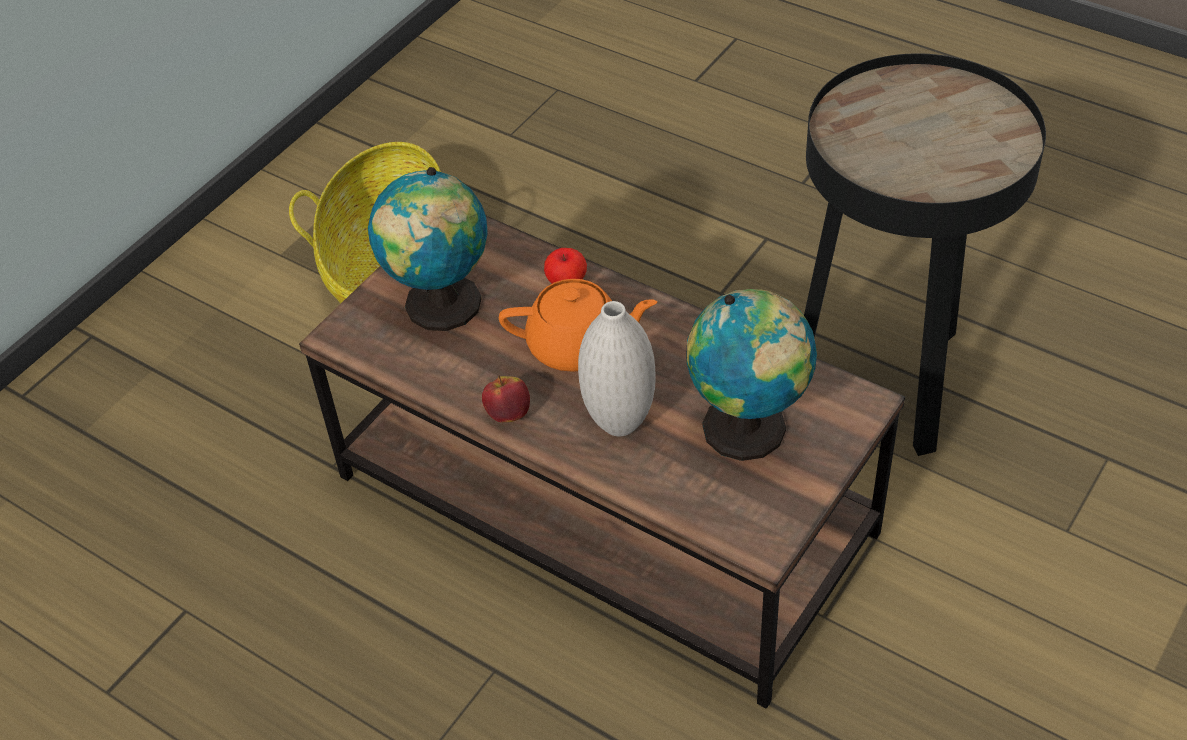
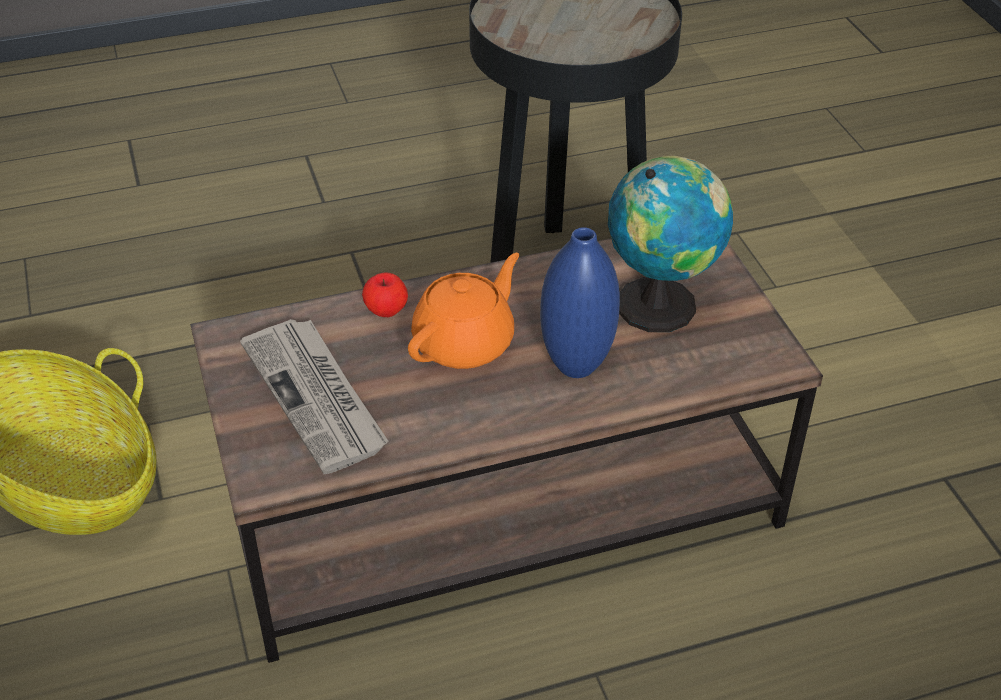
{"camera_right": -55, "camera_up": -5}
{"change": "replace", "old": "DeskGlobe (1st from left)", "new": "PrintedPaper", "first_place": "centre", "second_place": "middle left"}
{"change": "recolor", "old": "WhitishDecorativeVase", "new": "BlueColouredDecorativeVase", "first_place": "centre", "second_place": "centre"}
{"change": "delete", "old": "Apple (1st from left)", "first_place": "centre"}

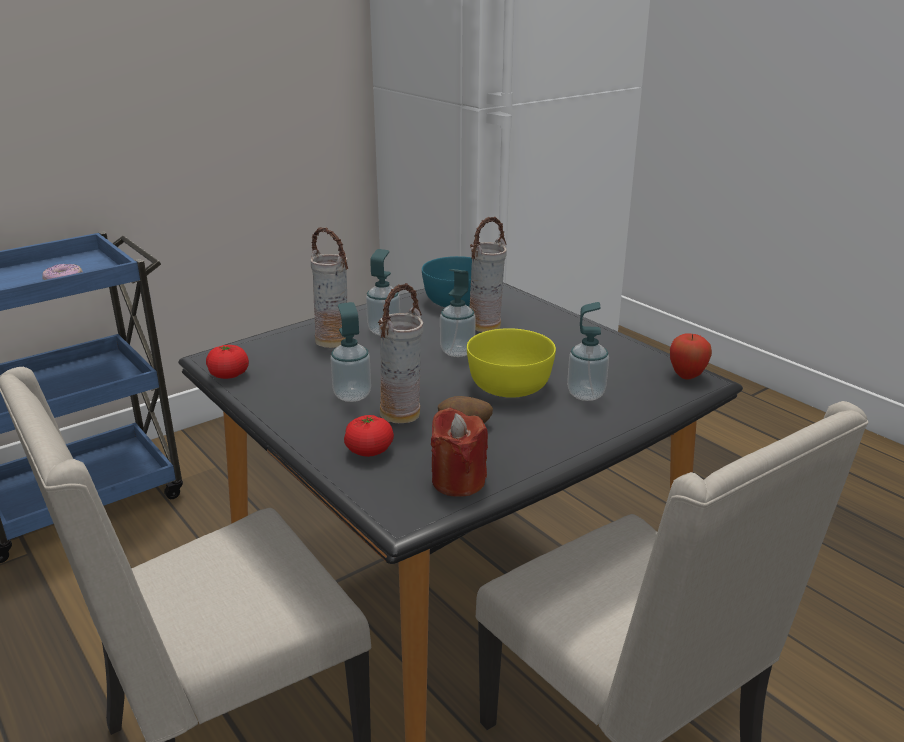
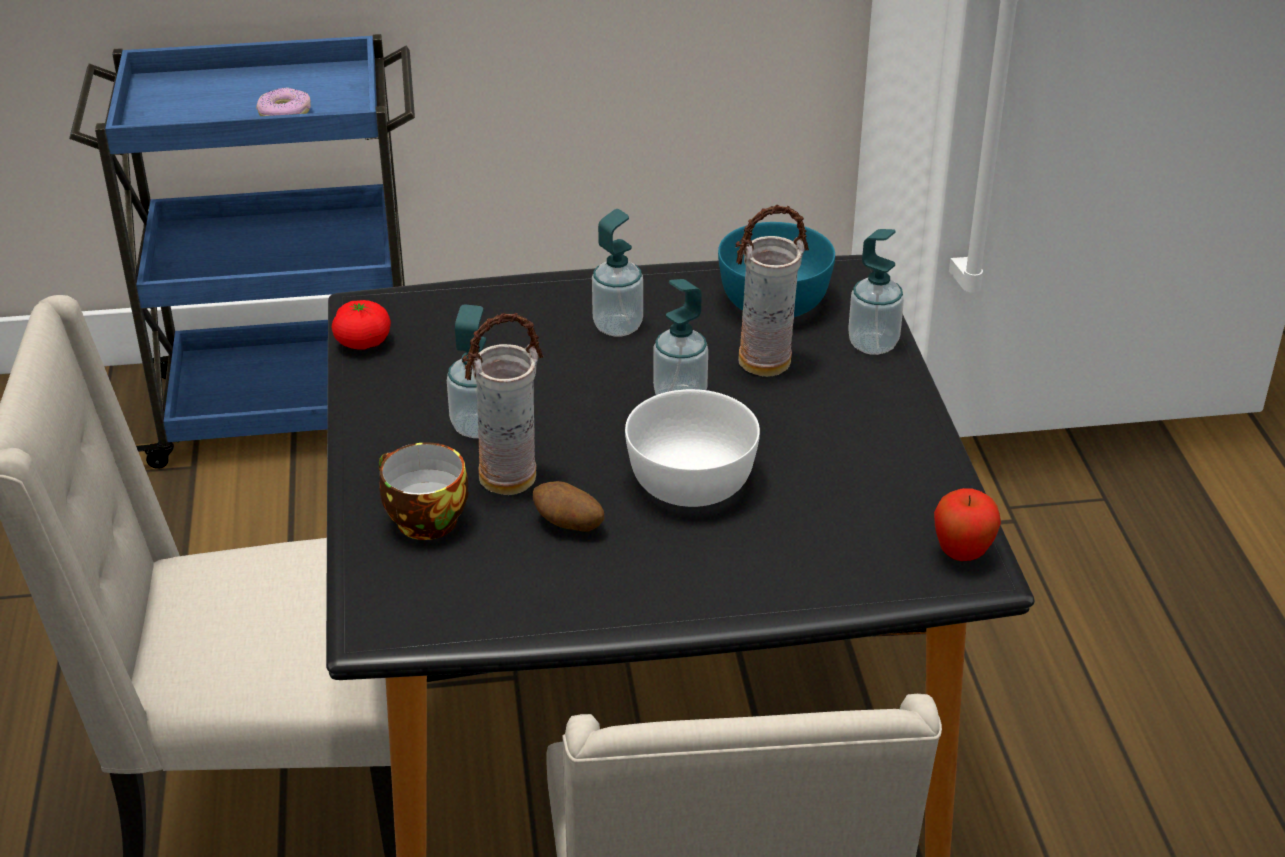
{"camera_right": 30, "camera_up": 10}
{"change": "replace", "old": "Tomato (2nd from left)", "new": "SmallCup", "first_place": "centre", "second_place": "middle left"}
{"change": "recolor", "old": "YellowishBowl", "new": "WhitishBowl", "first_place": "centre", "second_place": "centre"}
{"change": "move", "old": "SoapBottle (4th from left)", "first_place": "centre", "second_place": "middle right"}
{"change": "delete", "old": "DecorativeVase (1st from left)", "first_place": "centre"}
{"change": "delete", "old": "RedColouredWaxCandle", "first_place": "centre"}

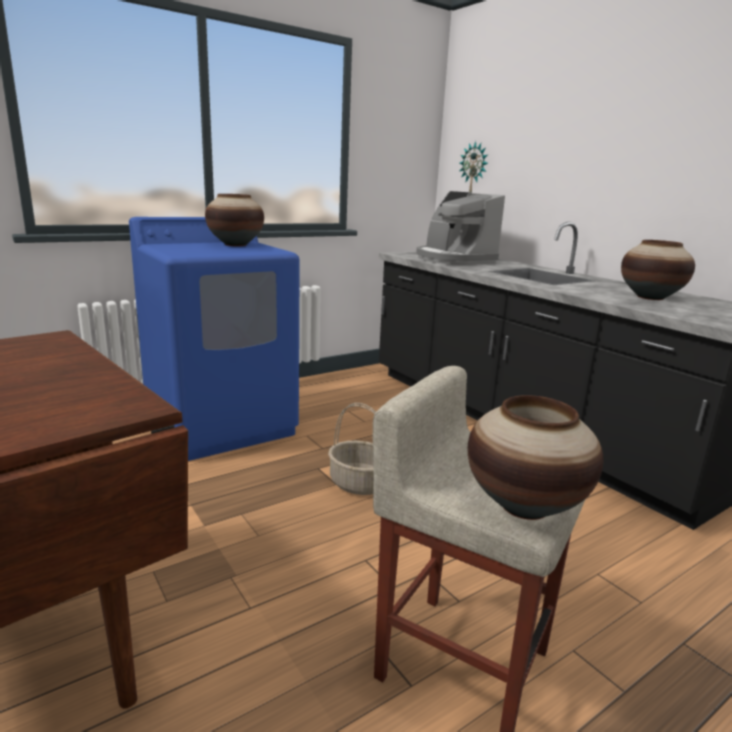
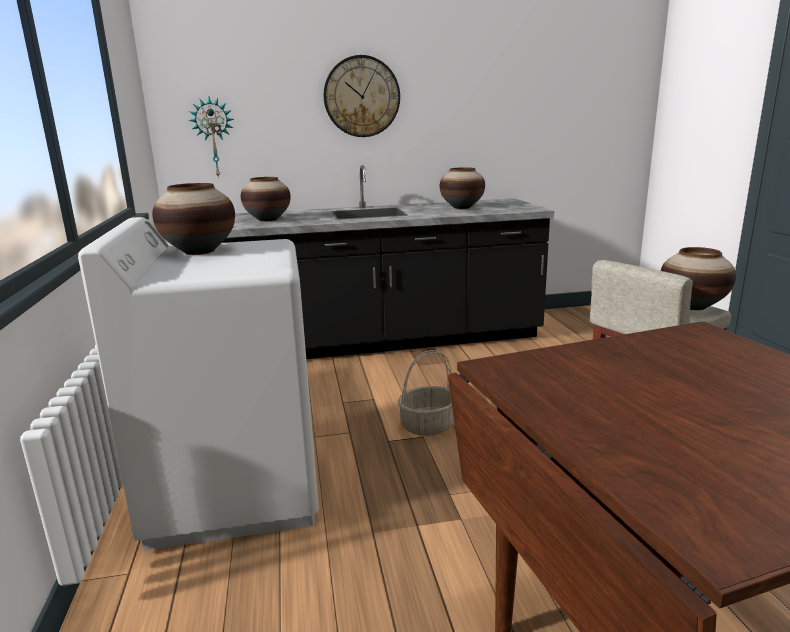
{"camera_right": -65, "camera_up": 0}
{"change": "recolor", "old": "BlueColouredWashingMachine", "new": "WhitishWashingMachine", "first_place": "middle left", "second_place": "middle left"}
{"change": "replace", "old": "CoffeeBrewer", "new": "DecorativeVase (2nd from left)", "first_place": "top centre", "second_place": "top centre"}
{"change": "insert", "new": "WallClock (2nd from left)", "second_place": "top centre"}

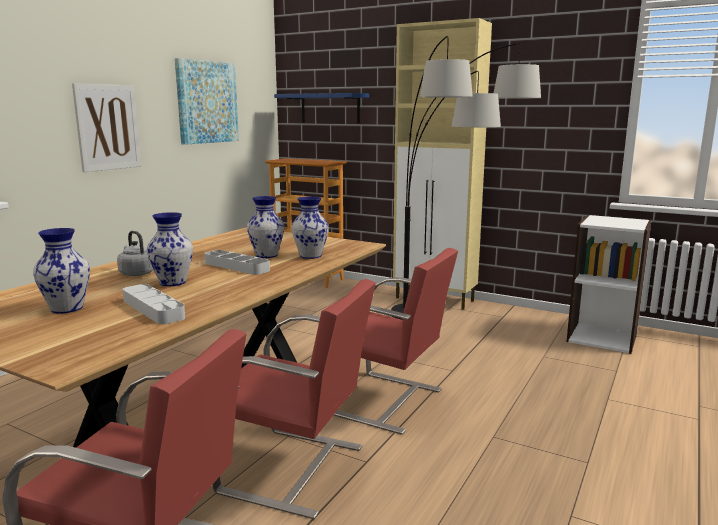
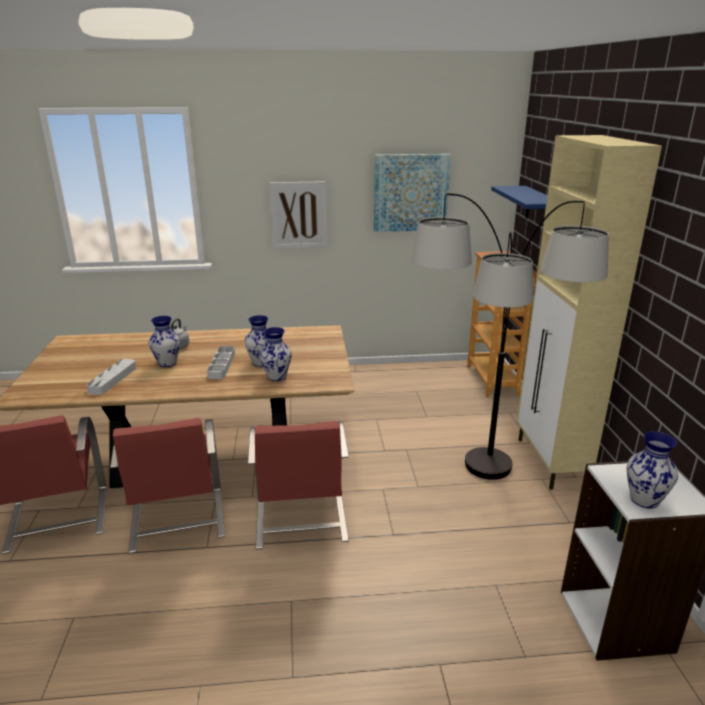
{"camera_right": 55, "camera_up": 10}
{"change": "move", "old": "DecorativeVase (1st from left in the first image)", "new": "DecorativeVase (4th from left)", "first_place": "middle left", "second_place": "bottom right"}

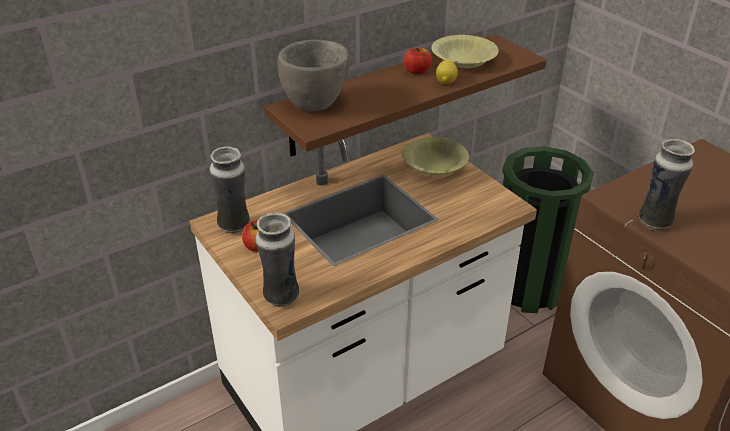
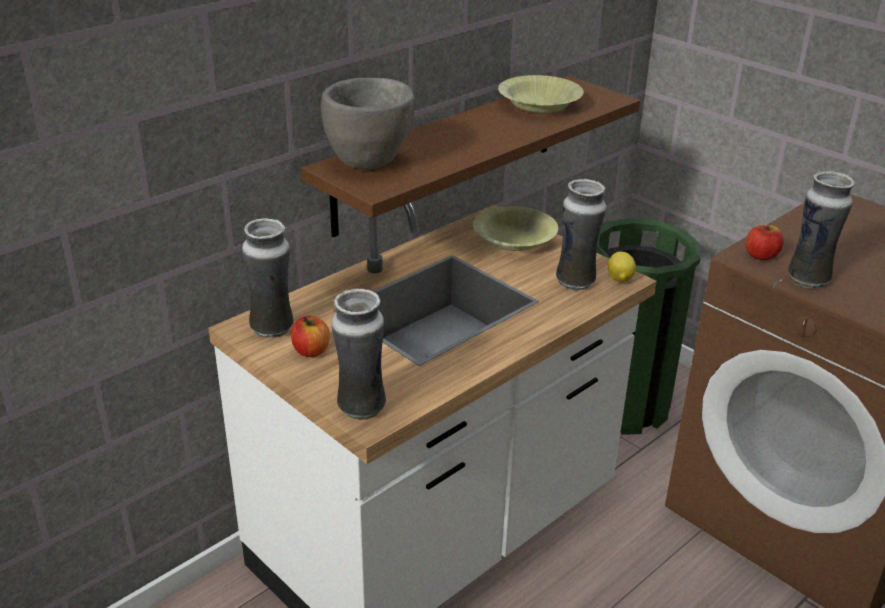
{"camera_right": -10, "camera_up": -5}
{"change": "insert", "new": "DecorativeVase (3rd from left)", "second_place": "centre"}
{"change": "move", "old": "Lemon", "first_place": "top centre", "second_place": "middle right"}
{"change": "move", "old": "Apple (2nd from left)", "first_place": "top centre", "second_place": "middle right"}

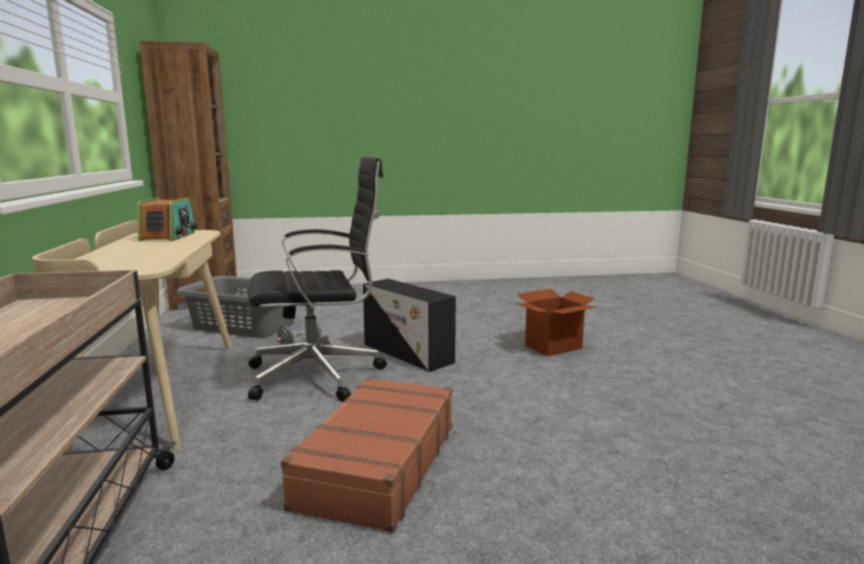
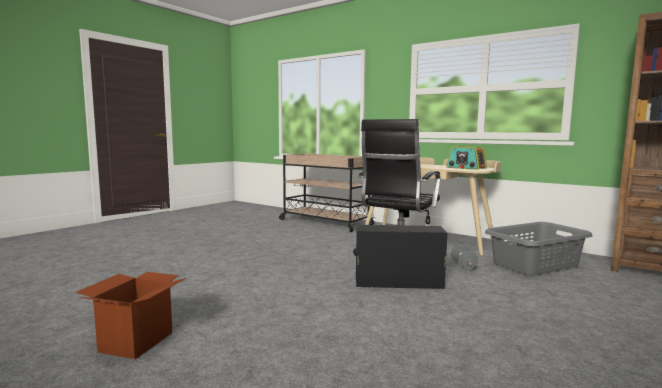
{"camera_right": 135, "camera_up": -5}
{"change": "move", "old": "CardboardBox", "first_place": "centre", "second_place": "bottom left"}
{"change": "delete", "old": "BrownishSuitcase", "first_place": "bottom centre"}

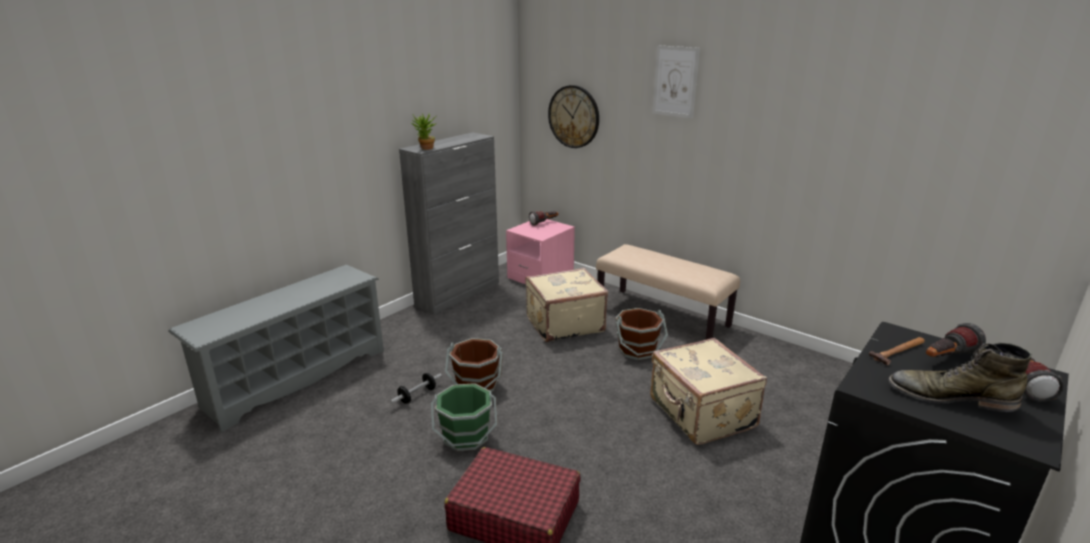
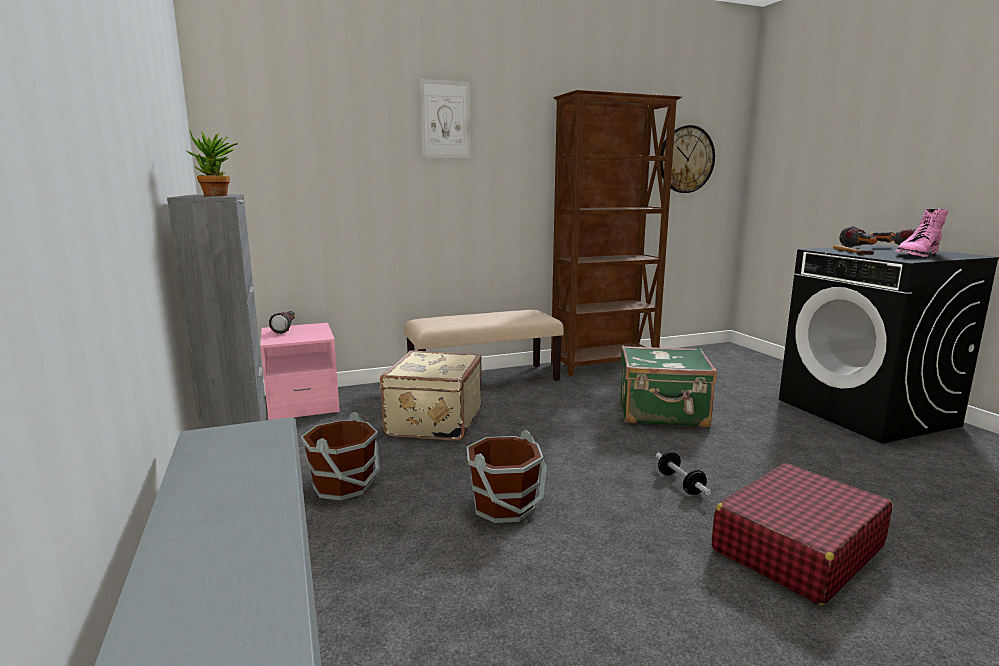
{"camera_right": -60, "camera_up": -10}
{"change": "move", "old": "BrownishBucket (2nd from left in the first image)", "new": "BrownishBucket (1st from left)", "first_place": "centre", "second_place": "bottom centre"}
{"change": "insert", "new": "BrownishShelvingUnit", "second_place": "centre"}
{"change": "recolor", "old": "BeigeSuitcase (2nd from left)", "new": "GreenColouredSuitcase", "first_place": "bottom centre", "second_place": "middle right"}
{"change": "move", "old": "HandWeight", "first_place": "bottom centre", "second_place": "bottom right"}
{"change": "move", "old": "WallClock", "first_place": "top centre", "second_place": "top right"}
{"change": "recolor", "old": "GreenColouredBoot", "new": "PinkishBoot", "first_place": "bottom right", "second_place": "middle right"}
{"change": "delete", "old": "GreenColouredBucket", "first_place": "bottom centre"}

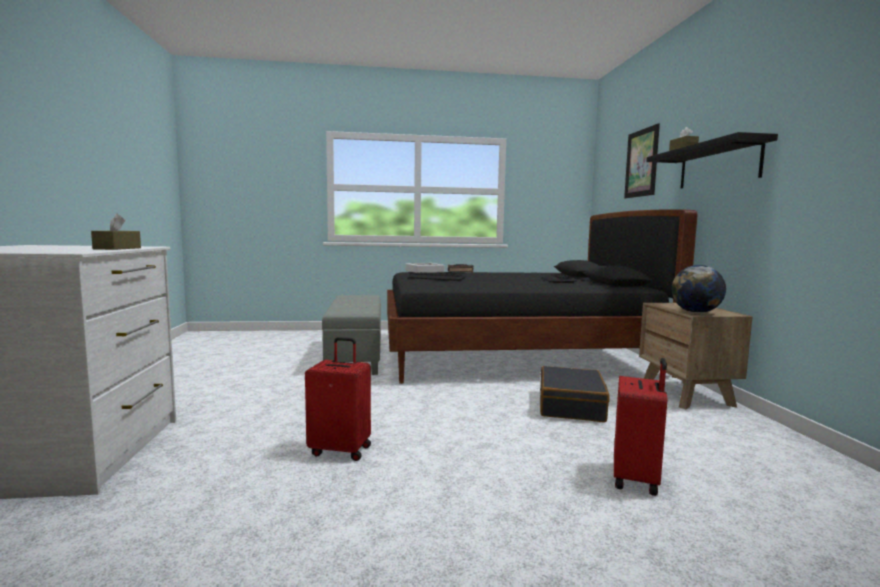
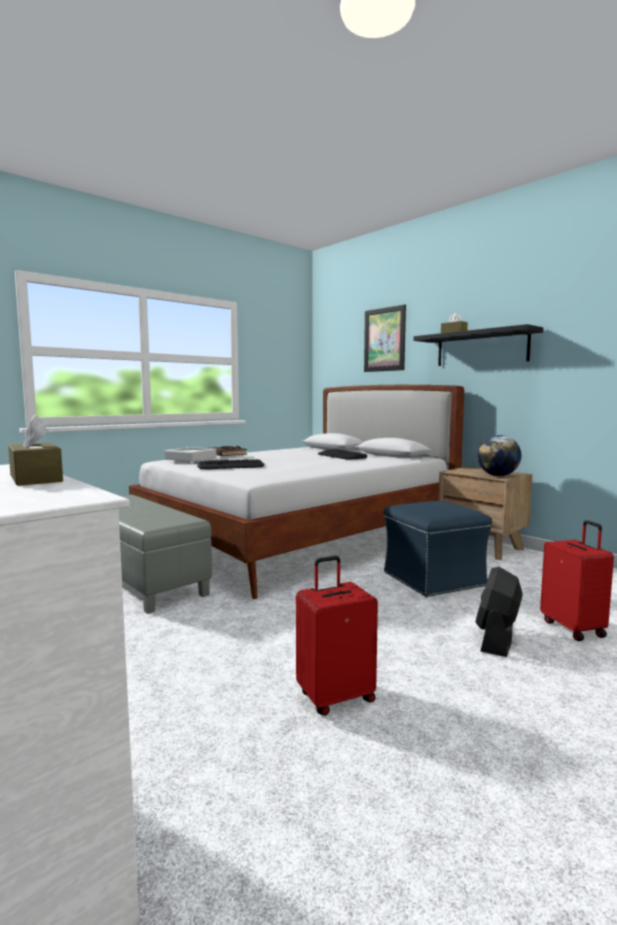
{"camera_right": -35, "camera_up": 0}
{"change": "recolor", "old": "BlackishBedroomBed", "new": "WhitishBedroomBed", "first_place": "centre", "second_place": "centre"}
{"change": "replace", "old": "BlackishSuitcase", "new": "BlueColouredOttoman", "first_place": "bottom centre", "second_place": "middle right"}
{"change": "insert", "new": "BlackishElectricFan", "second_place": "middle right"}

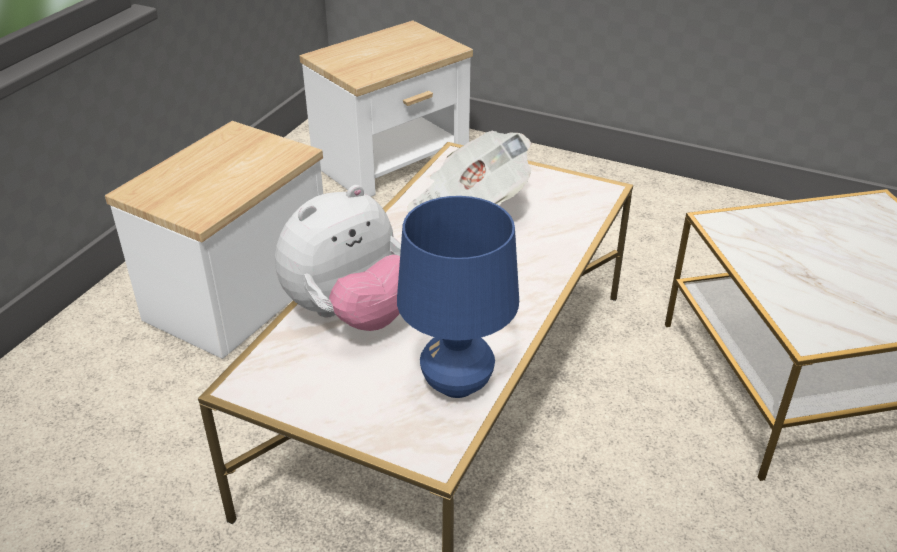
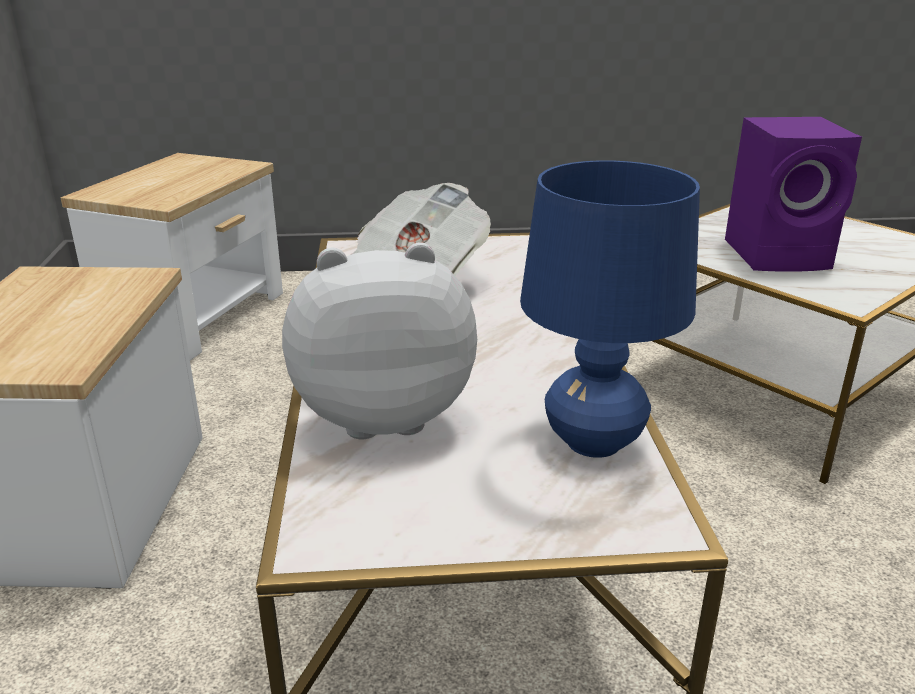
{"camera_right": -30, "camera_up": -10}
{"change": "rotate", "old": "SoftToy", "first_place": "centre", "second_place": "centre", "degrees": -120}
{"change": "insert", "new": "PurplishLoudspeaker", "second_place": "top right"}

